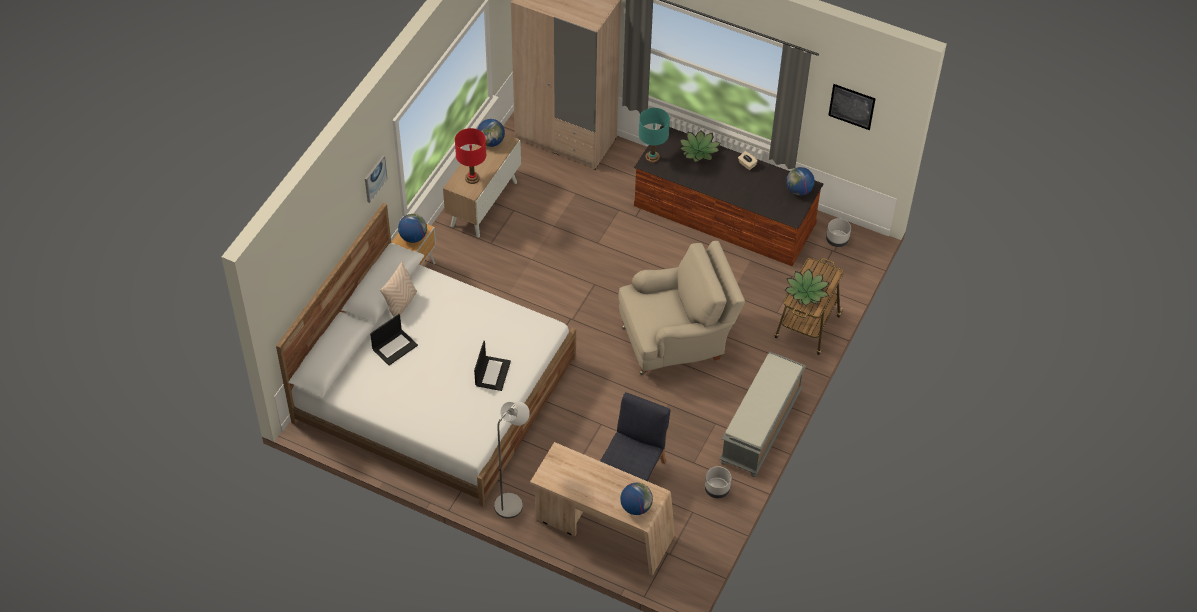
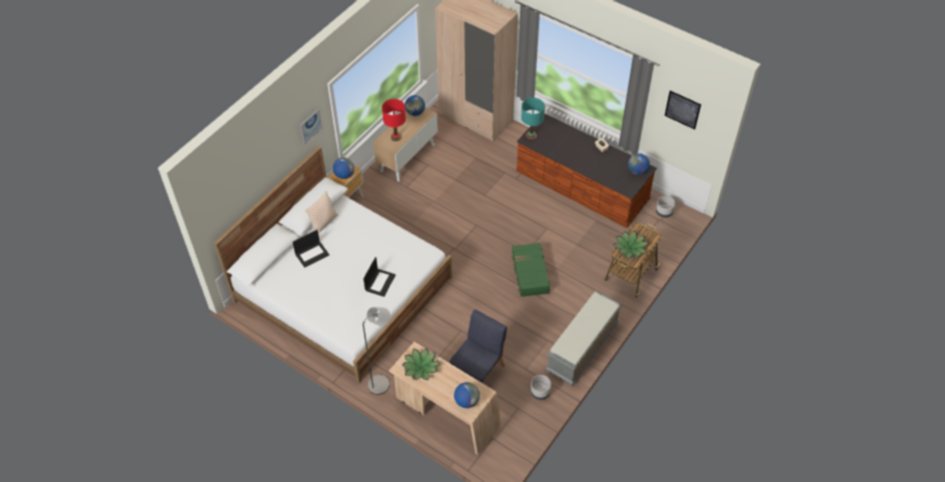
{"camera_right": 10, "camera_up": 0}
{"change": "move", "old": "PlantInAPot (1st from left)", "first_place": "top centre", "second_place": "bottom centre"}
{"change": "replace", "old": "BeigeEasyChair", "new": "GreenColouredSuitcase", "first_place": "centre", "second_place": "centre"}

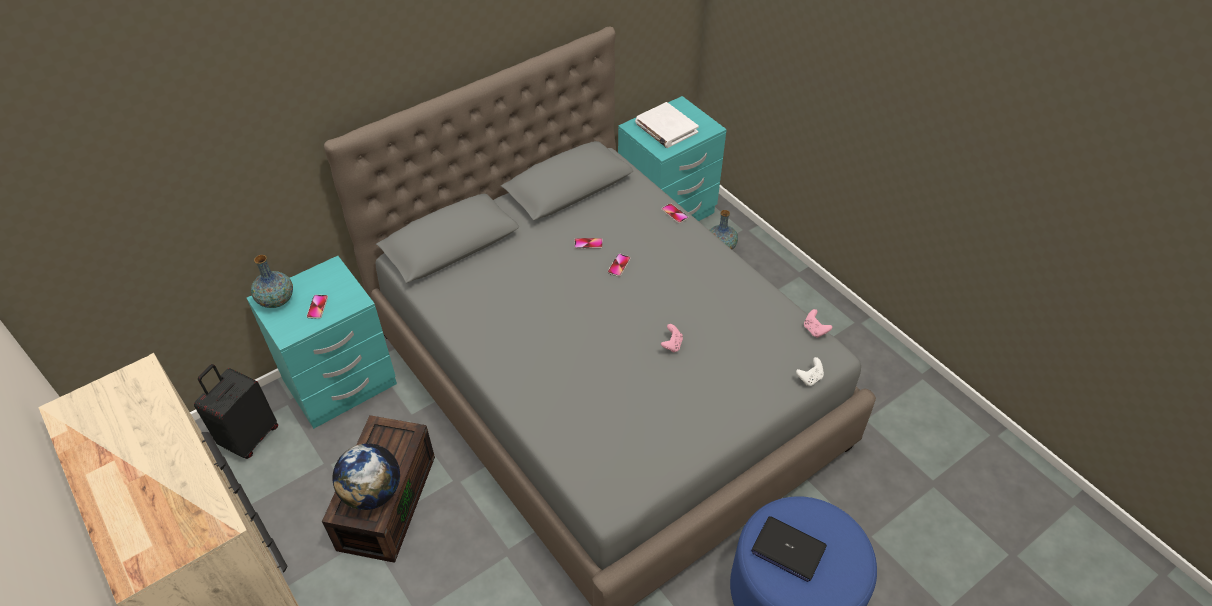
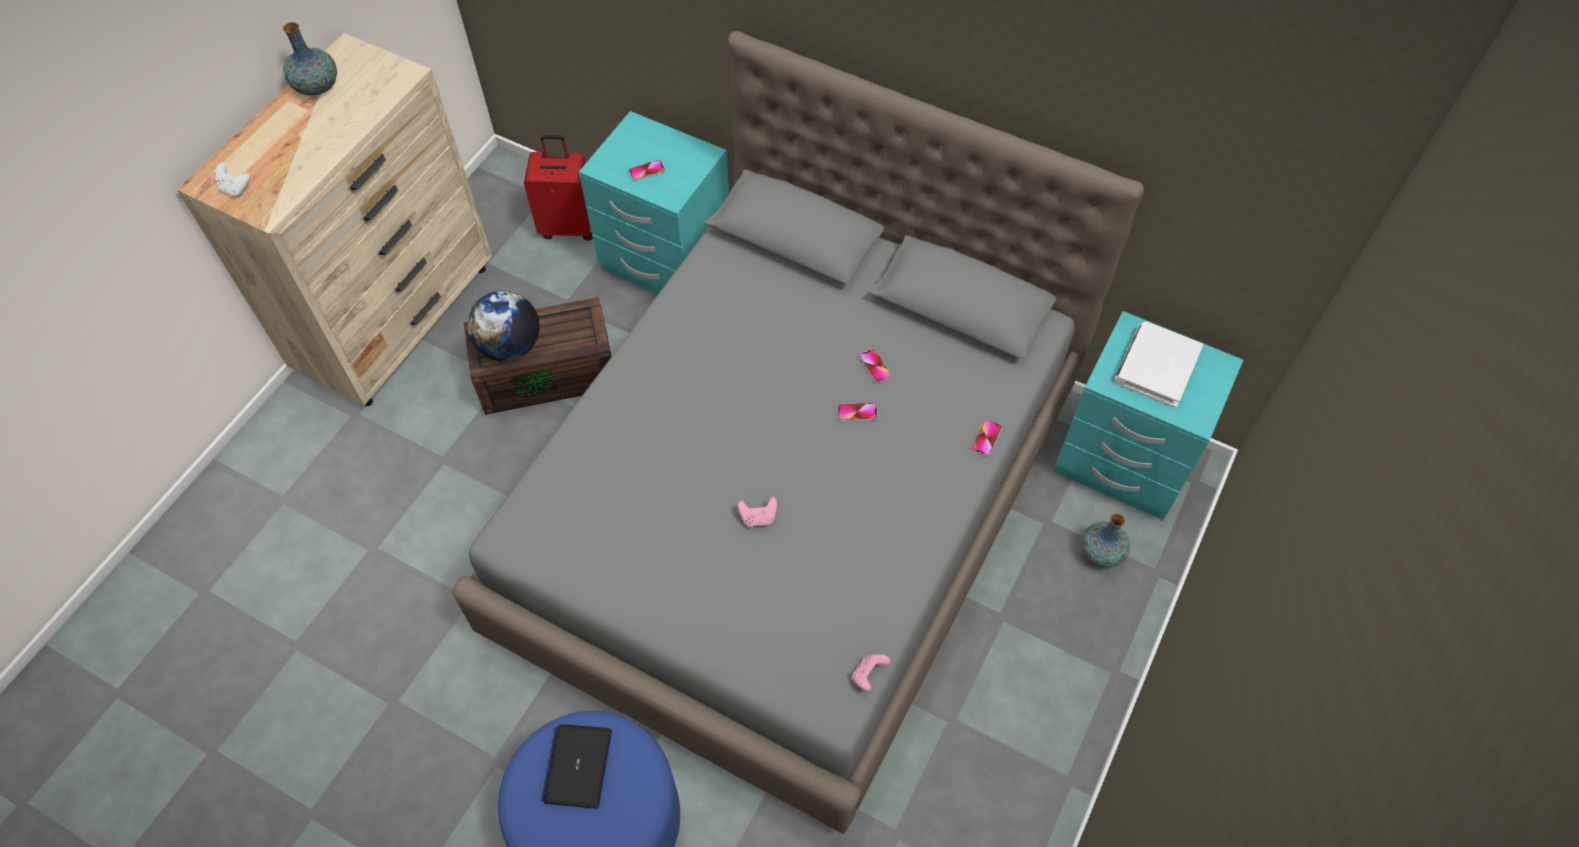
{"camera_right": 65, "camera_up": 10}
{"change": "move", "old": "WhitishGamepad", "first_place": "middle right", "second_place": "top left"}
{"change": "move", "old": "DecorativeVase (1st from left)", "first_place": "middle left", "second_place": "top left"}
{"change": "recolor", "old": "BlackishSuitcase", "new": "RedColouredSuitcase", "first_place": "bottom left", "second_place": "top centre"}

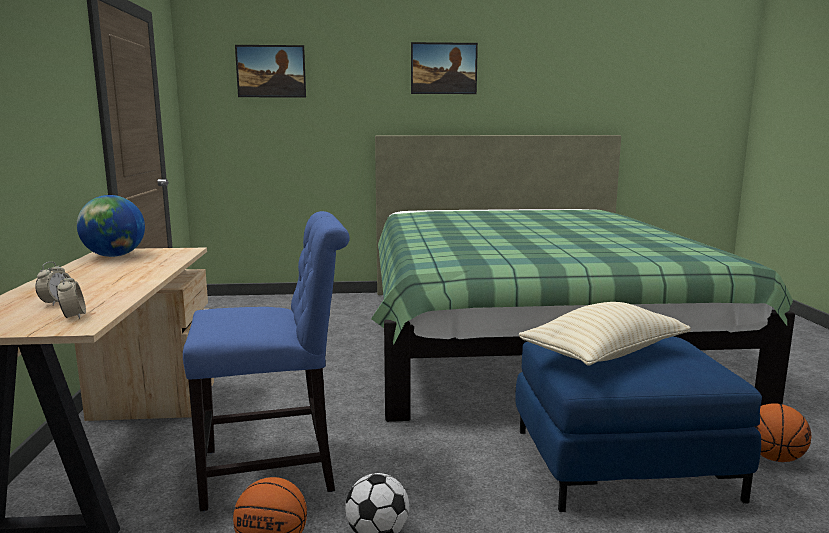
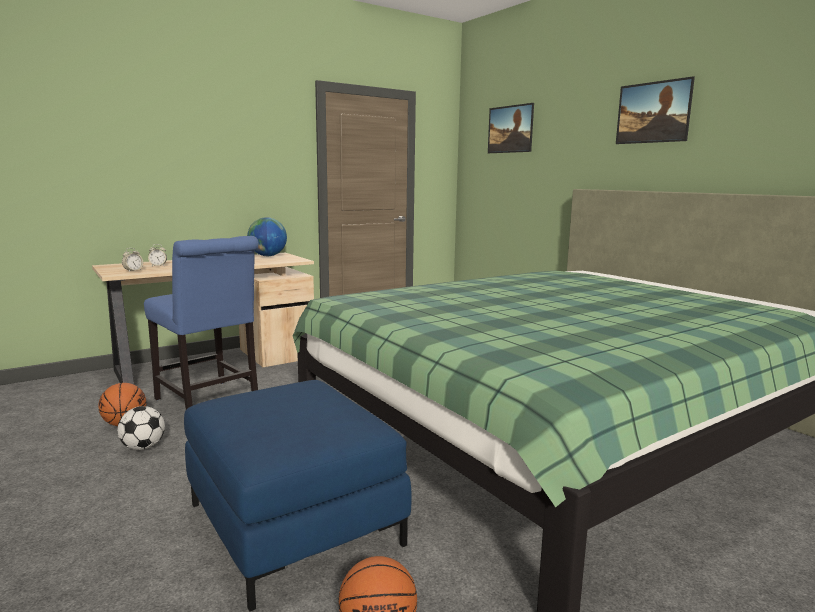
{"camera_right": 60, "camera_up": 0}
{"change": "delete", "old": "BeigeThrowPillow", "first_place": "middle right"}

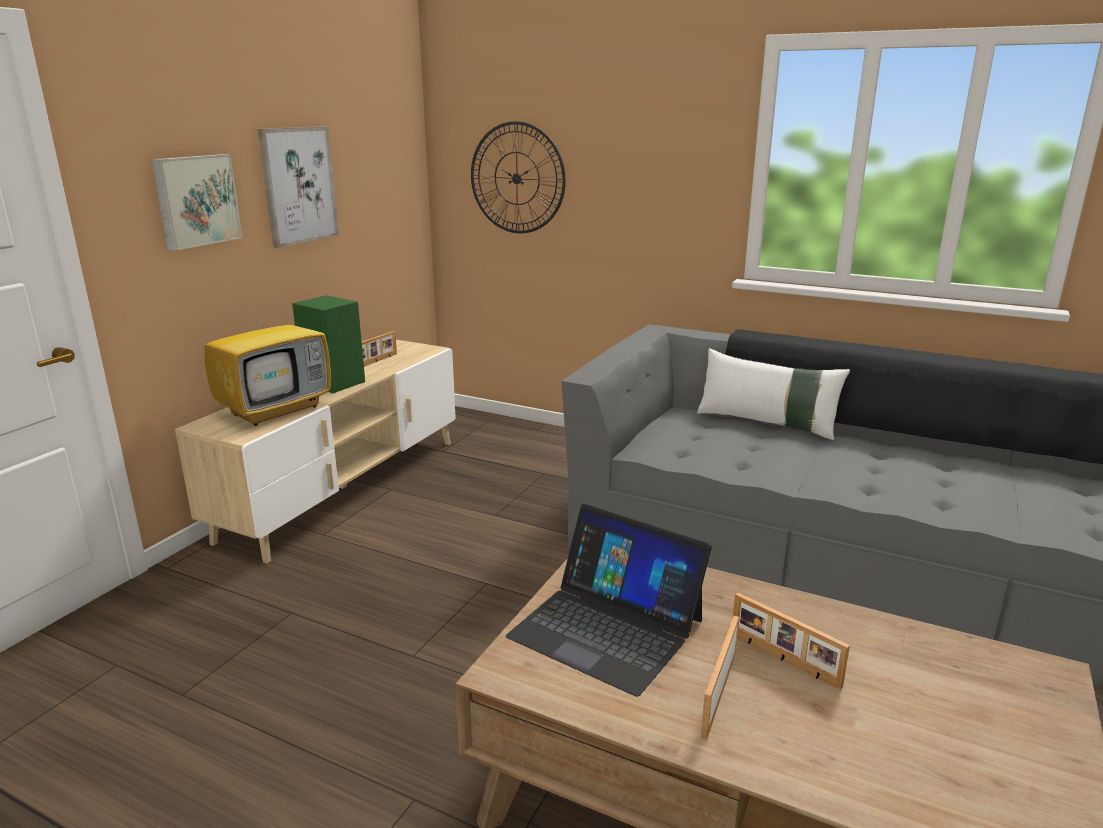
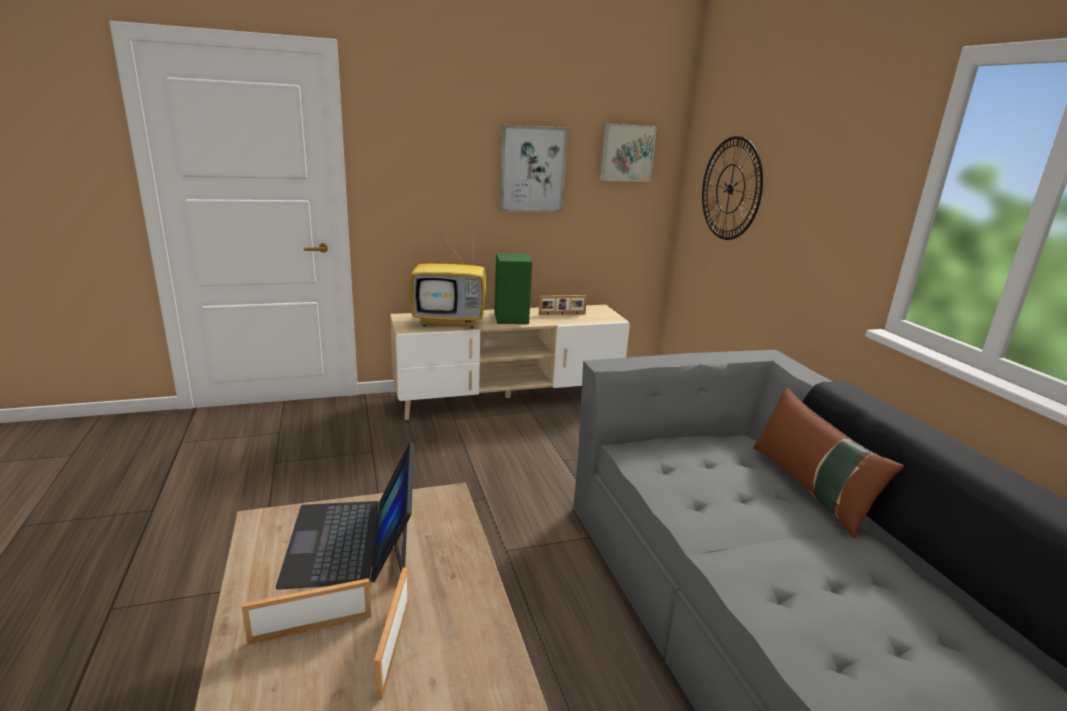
{"camera_right": 45, "camera_up": 0}
{"change": "move", "old": "WallPicture (1st from left in the first image)", "new": "WallPicture (2nd from left)", "first_place": "top left", "second_place": "top centre"}
{"change": "recolor", "old": "WhitishThrowPillow", "new": "BrownishThrowPillow", "first_place": "middle right", "second_place": "middle right"}

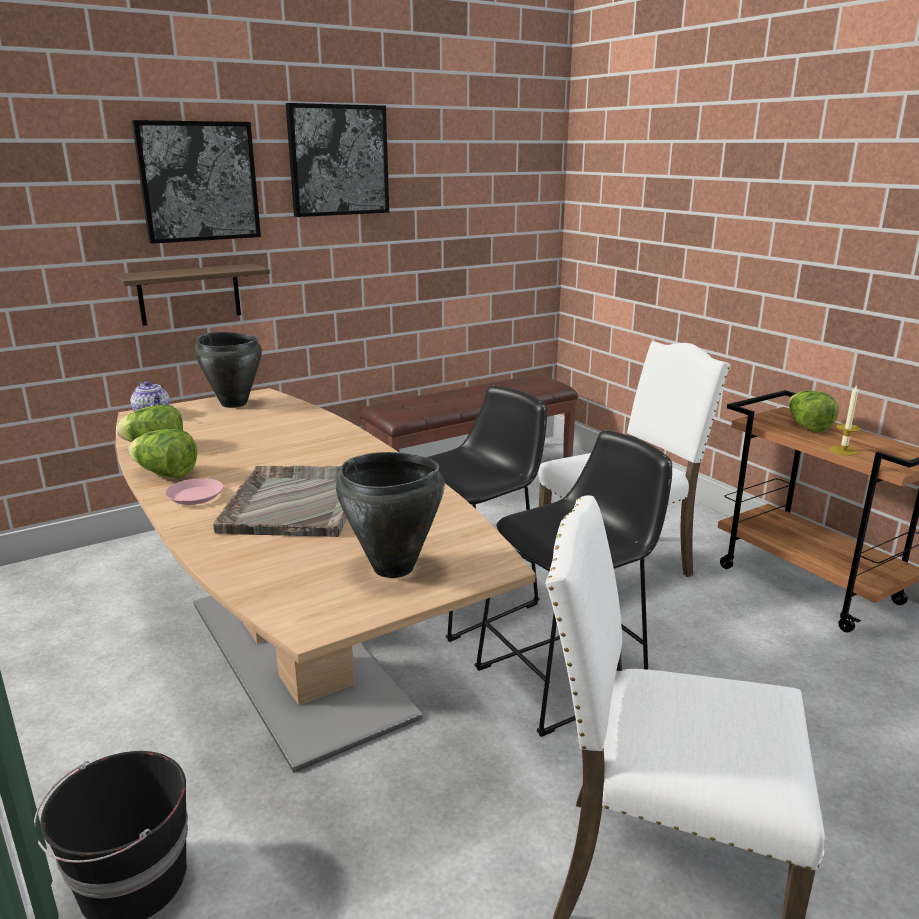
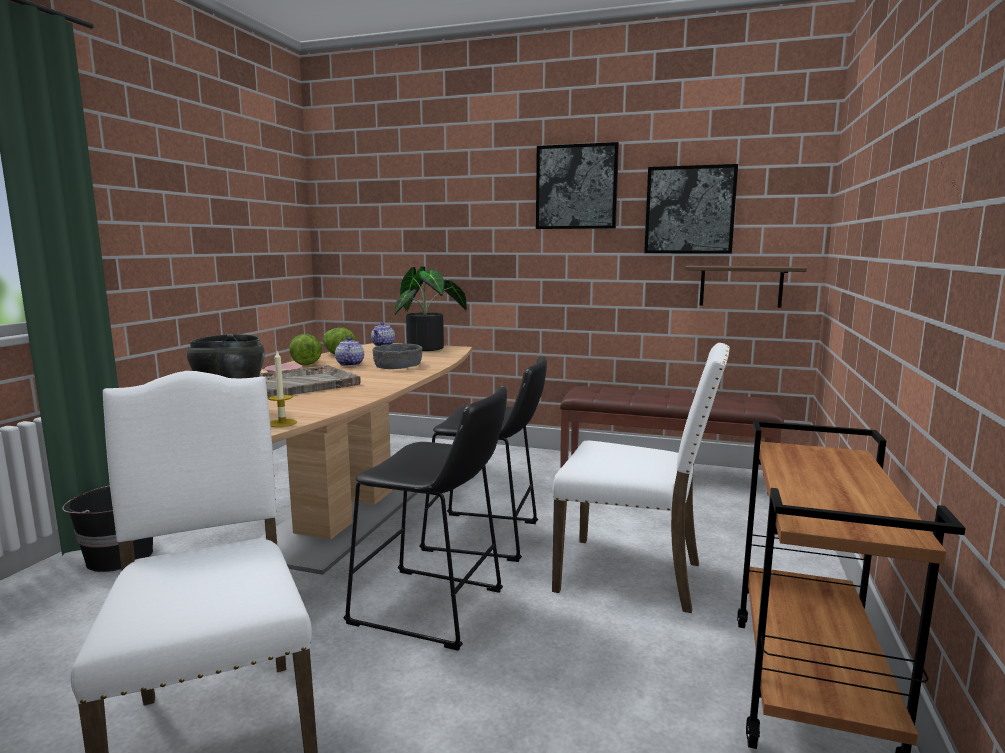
{"camera_right": 50, "camera_up": -10}
{"change": "move", "old": "WaxCandle", "first_place": "middle right", "second_place": "middle left"}
{"change": "insert", "new": "PotForTea (1st from left)", "second_place": "centre"}
{"change": "insert", "new": "GreyBowl", "second_place": "centre"}
{"change": "replace", "old": "BlackishCookingPot (1st from left)", "new": "PlantInAPot", "first_place": "middle left", "second_place": "centre"}
{"change": "move", "old": "WallPicture (1st from left in the first image)", "new": "WallPicture (2nd from left)", "first_place": "top left", "second_place": "top right"}
{"change": "move", "old": "Shelf", "first_place": "top left", "second_place": "middle right"}
{"change": "delete", "old": "LettuceHead (3rd from left)", "first_place": "middle right"}

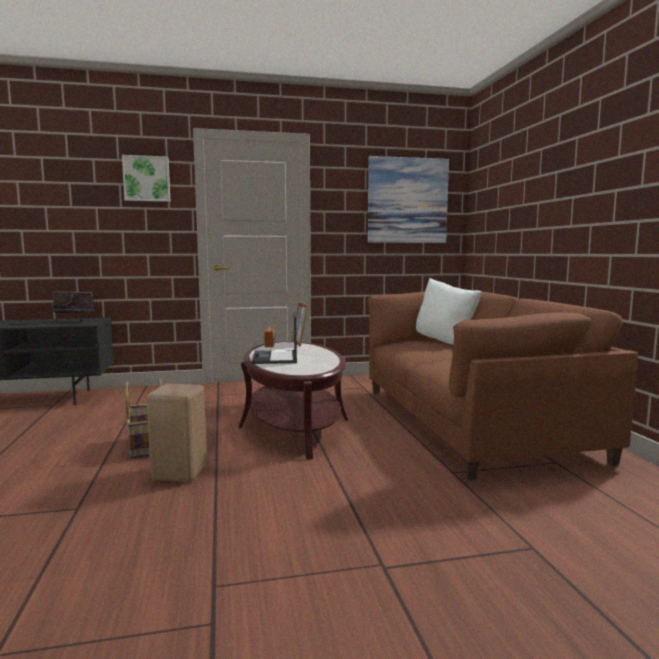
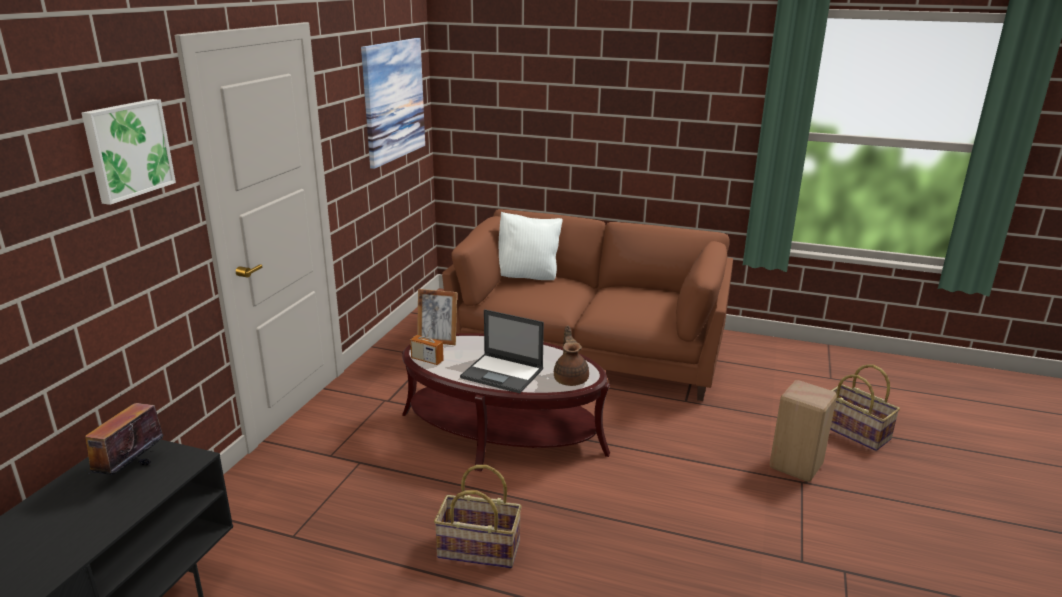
{"camera_right": -60, "camera_up": 15}
{"change": "insert", "new": "BrownishPotForTea", "second_place": "centre"}
{"change": "move", "old": "BeigeStool", "first_place": "middle left", "second_place": "bottom right"}
{"change": "insert", "new": "StorageBasket (2nd from left)", "second_place": "bottom right"}

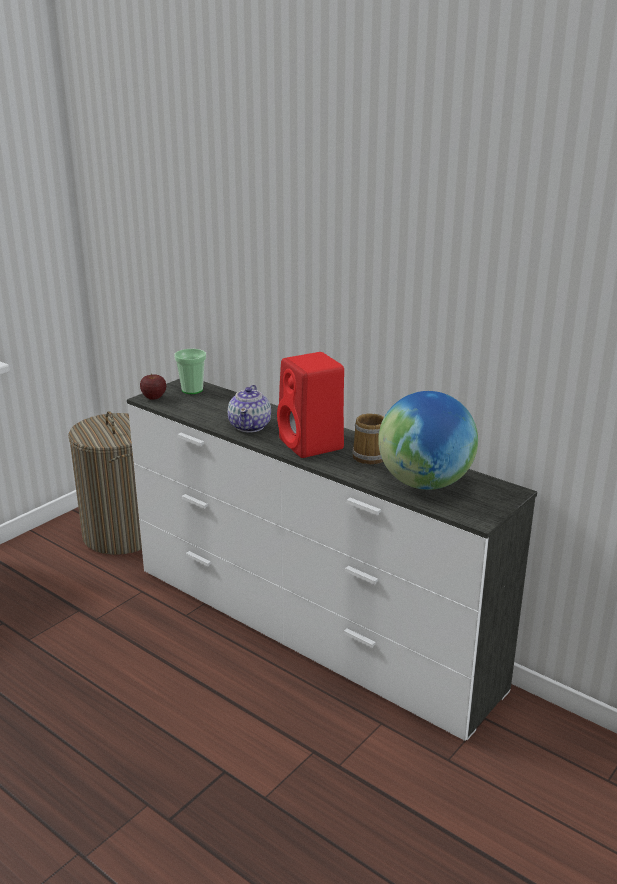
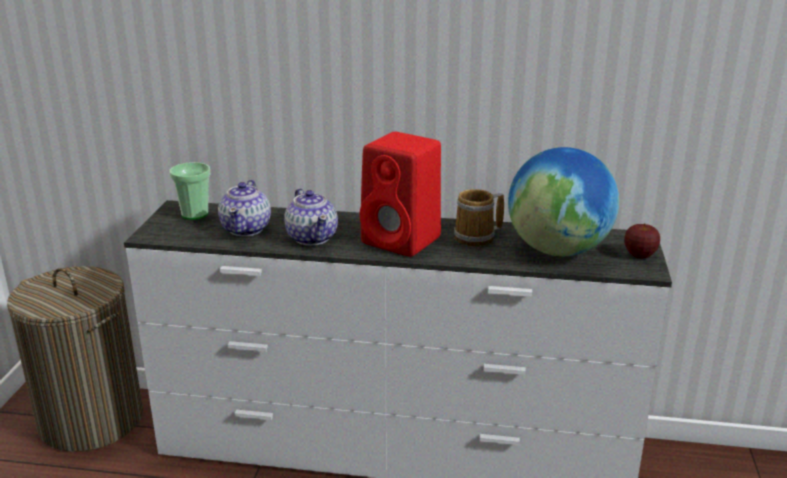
{"camera_right": -30, "camera_up": 0}
{"change": "insert", "new": "PotForTea (1st from left)", "second_place": "middle left"}
{"change": "move", "old": "Apple", "first_place": "middle left", "second_place": "middle right"}

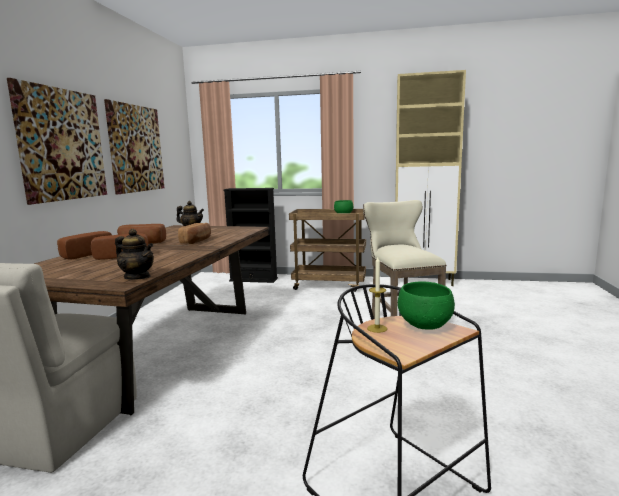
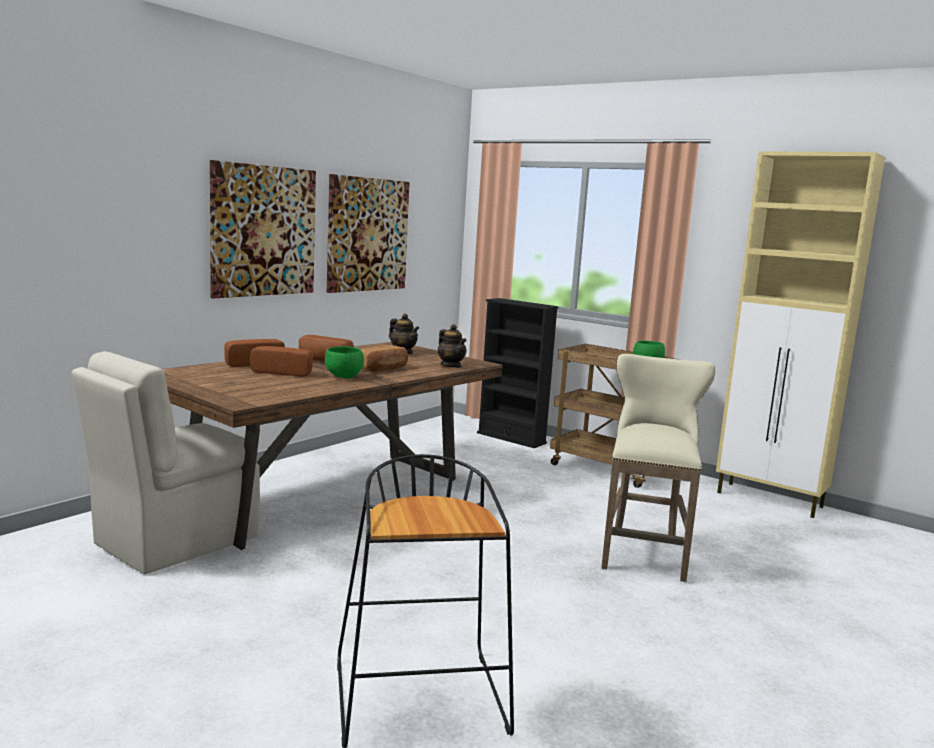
{"camera_right": 25, "camera_up": 0}
{"change": "move", "old": "GreenColouredBowl (2nd from left in the first image)", "new": "GreenColouredBowl (1st from left)", "first_place": "middle right", "second_place": "centre"}
{"change": "move", "old": "PotForTea (1st from left in the first image)", "new": "PotForTea (2nd from left)", "first_place": "middle left", "second_place": "centre"}
{"change": "delete", "old": "WaxCandle", "first_place": "centre"}

